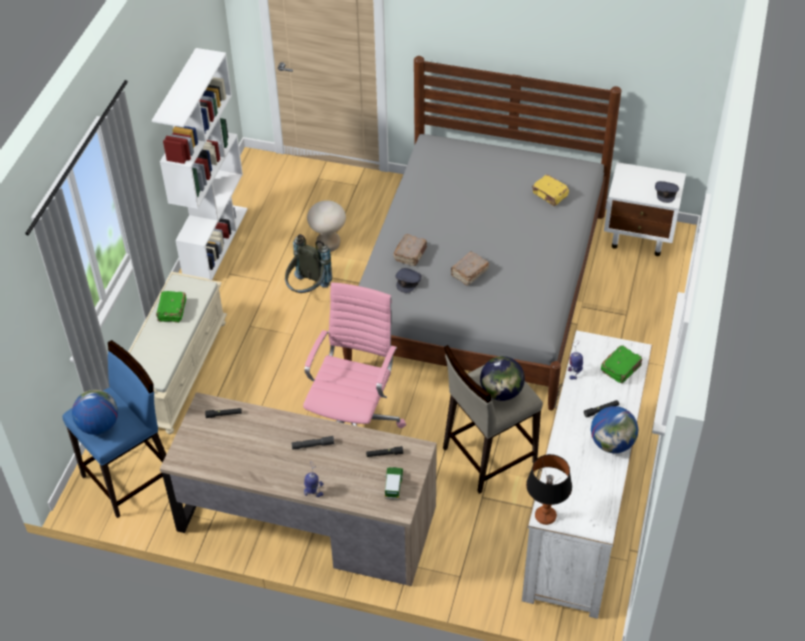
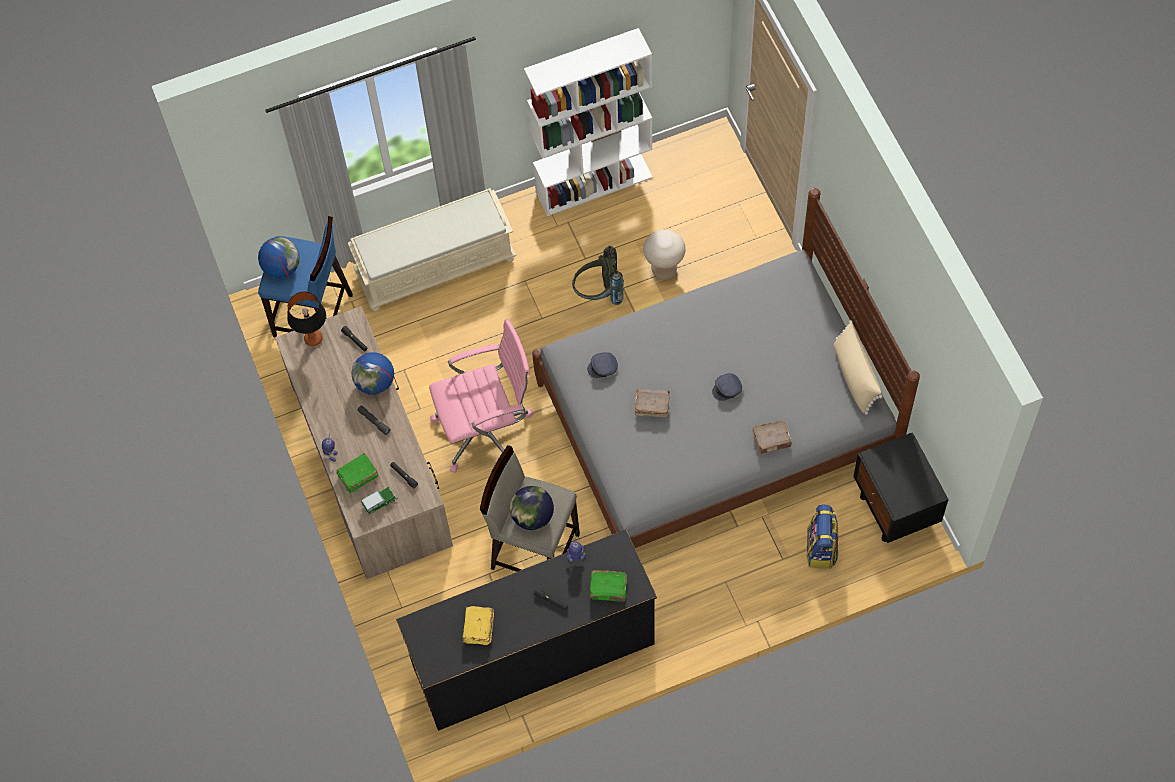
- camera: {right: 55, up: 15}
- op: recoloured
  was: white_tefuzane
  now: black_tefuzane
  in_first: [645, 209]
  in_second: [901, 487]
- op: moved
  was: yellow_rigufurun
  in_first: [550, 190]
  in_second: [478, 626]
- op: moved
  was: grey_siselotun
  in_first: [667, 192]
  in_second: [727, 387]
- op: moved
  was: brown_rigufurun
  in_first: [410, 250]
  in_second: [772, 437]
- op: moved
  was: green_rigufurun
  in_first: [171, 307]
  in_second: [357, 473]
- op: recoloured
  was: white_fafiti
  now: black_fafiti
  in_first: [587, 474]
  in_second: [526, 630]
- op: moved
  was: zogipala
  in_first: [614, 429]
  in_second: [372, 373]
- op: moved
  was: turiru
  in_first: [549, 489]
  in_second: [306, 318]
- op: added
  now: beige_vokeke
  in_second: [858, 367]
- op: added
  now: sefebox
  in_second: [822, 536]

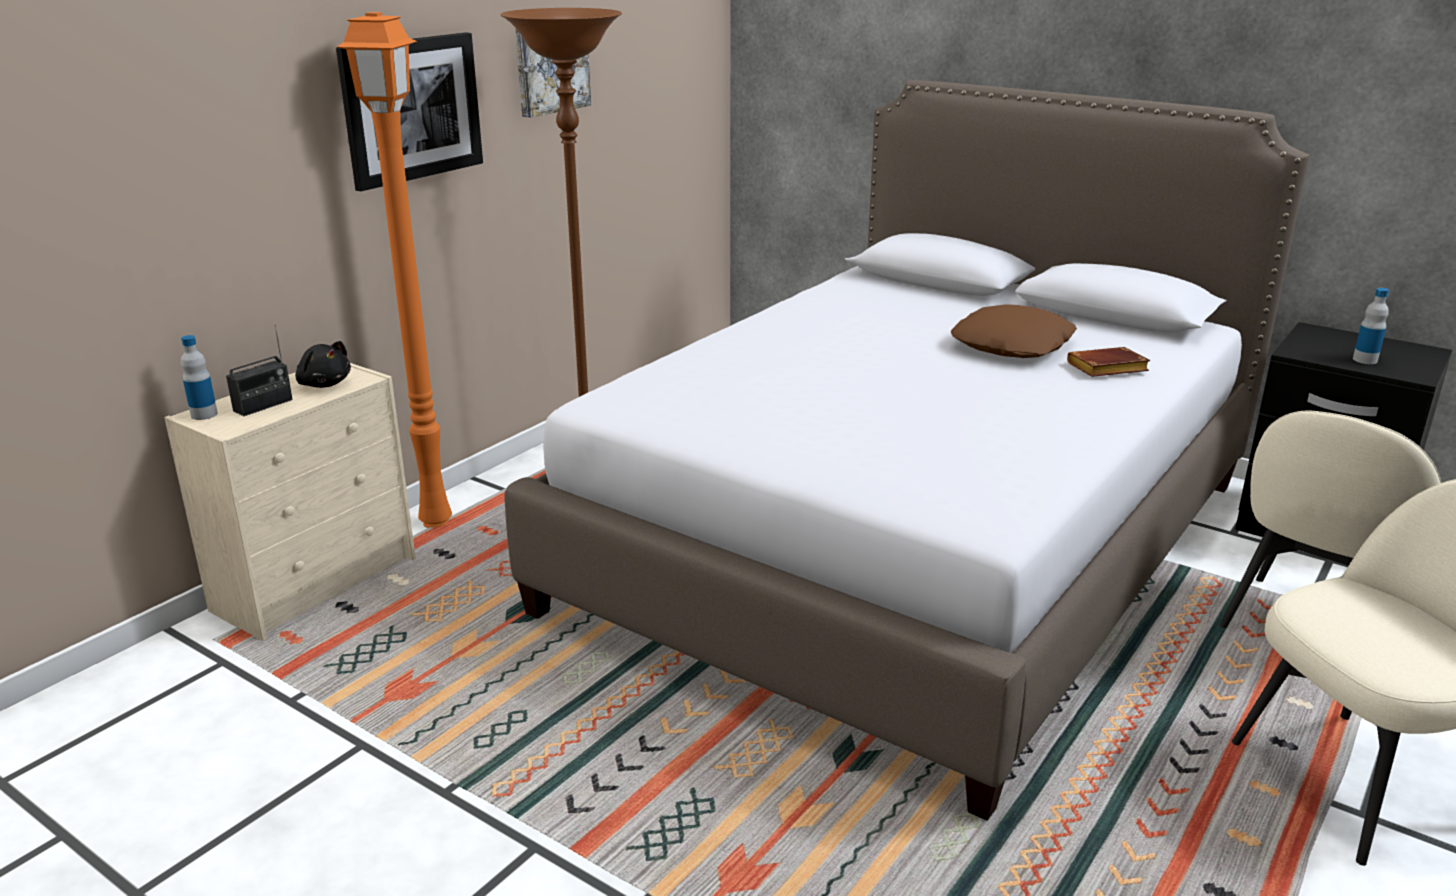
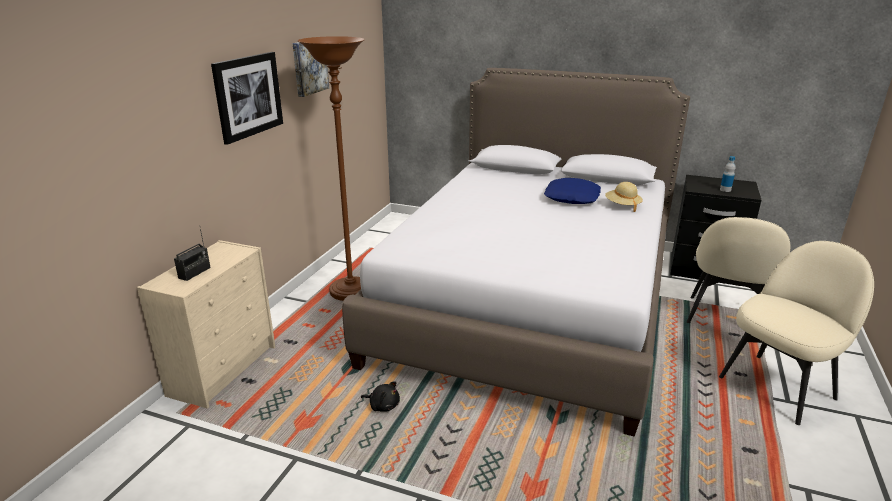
- camera: {right: -15, up: 0}
- op: removed
  was: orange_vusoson
  in_first: [394, 270]
- op: recoloured
  was: brown_vokeke
  now: blue_vokeke
  in_first: [1014, 331]
  in_second: [572, 191]
- op: removed
  was: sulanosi
  in_first: [199, 377]
- op: moved
  was: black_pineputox
  in_first: [323, 364]
  in_second: [380, 396]
- op: replaced
  was: brown_rigufurun
  now: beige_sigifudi
  in_first: [1108, 362]
  in_second: [624, 197]

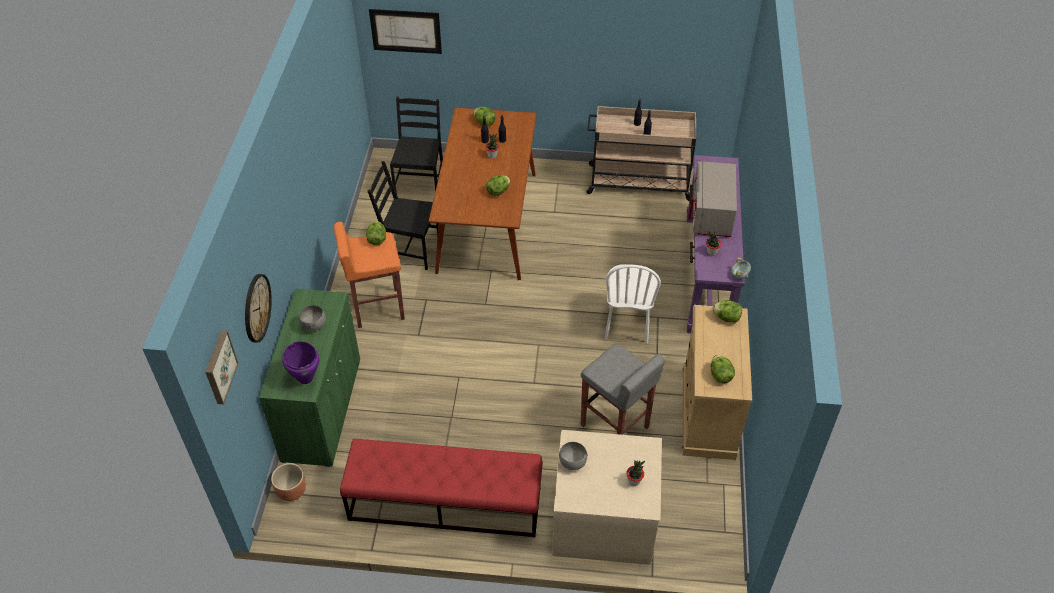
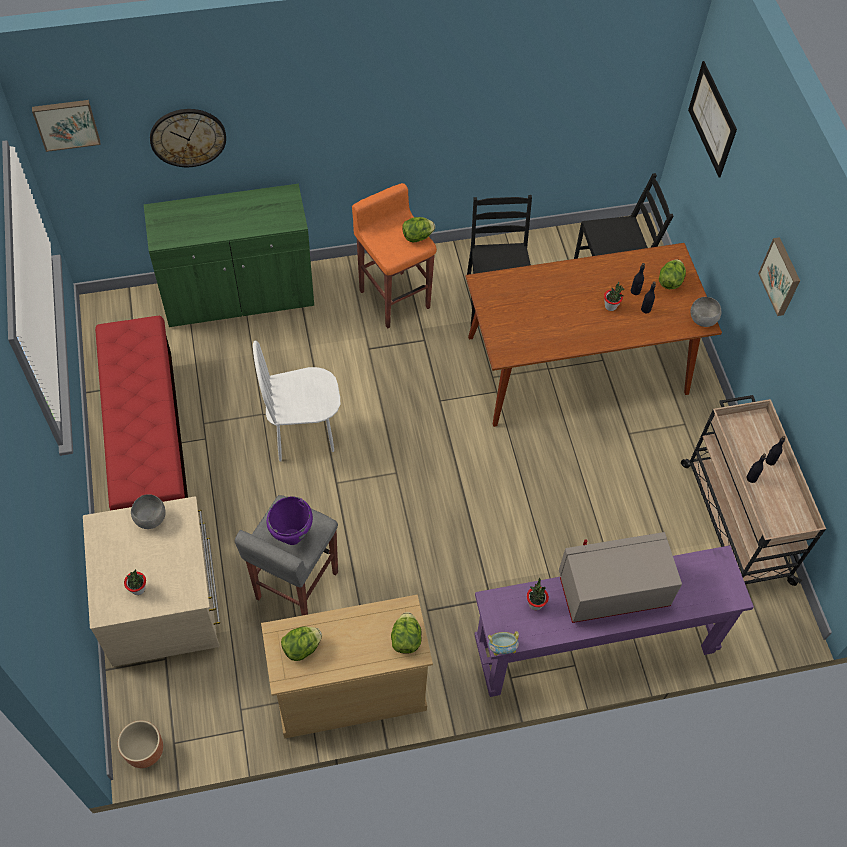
- camera: {right: 70, up: 10}
- op: removed
  was: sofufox
  in_first: [498, 185]
- op: moved
  was: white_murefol
  in_first: [633, 304]
  in_second: [296, 401]
- op: moved
  was: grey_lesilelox
  in_first: [312, 318]
  in_second: [706, 312]
- op: moved
  was: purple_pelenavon
  in_first: [300, 362]
  in_second: [290, 520]
- op: moved
  was: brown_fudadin
  in_first: [288, 482]
  in_second: [140, 744]
- op: added
  now: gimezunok
  in_second: [779, 276]

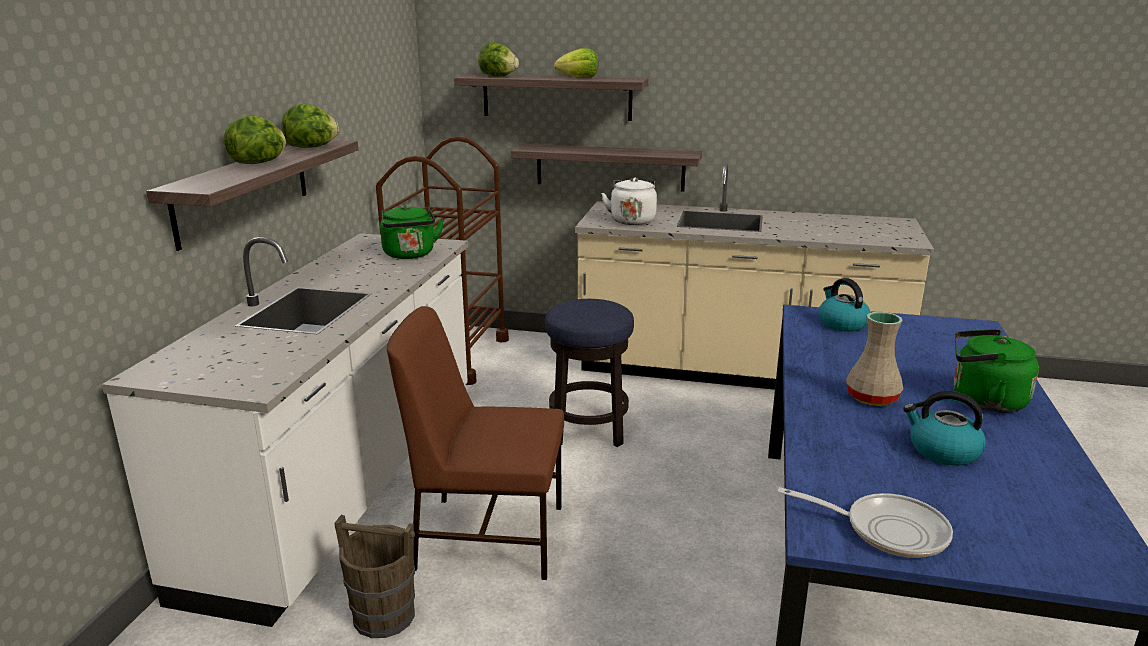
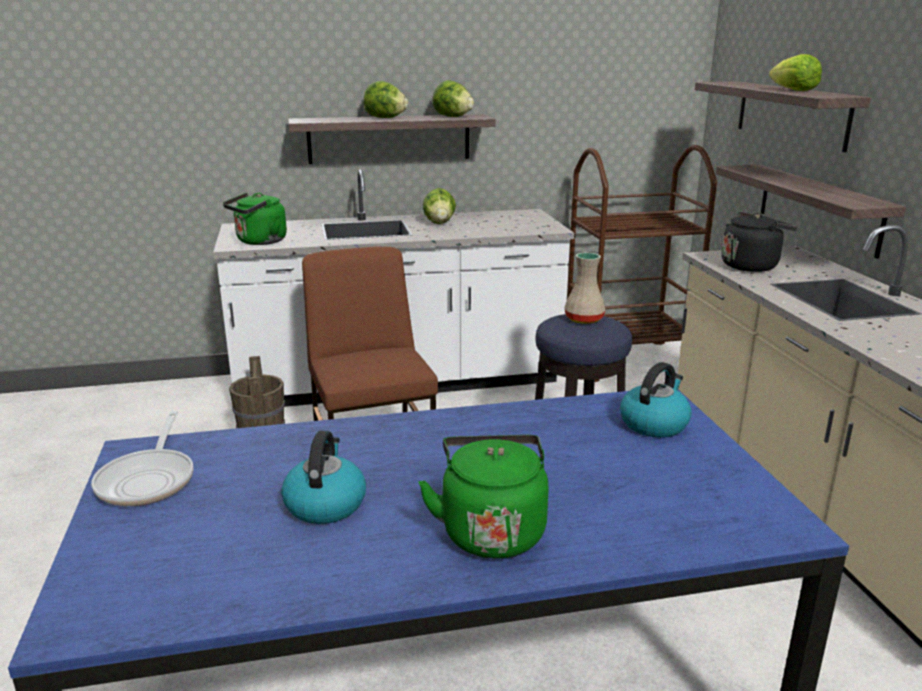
- camera: {right: 65, up: 0}
- op: moved
  was: sofufox
  in_first: [498, 59]
  in_second: [439, 206]
- op: recoloured
  was: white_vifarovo
  now: black_vifarovo
  in_first: [629, 201]
  in_second: [760, 242]
- op: moved
  was: green_vifarovo
  in_first: [412, 232]
  in_second: [255, 219]
- op: moved
  was: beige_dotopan
  in_first: [874, 359]
  in_second: [584, 288]

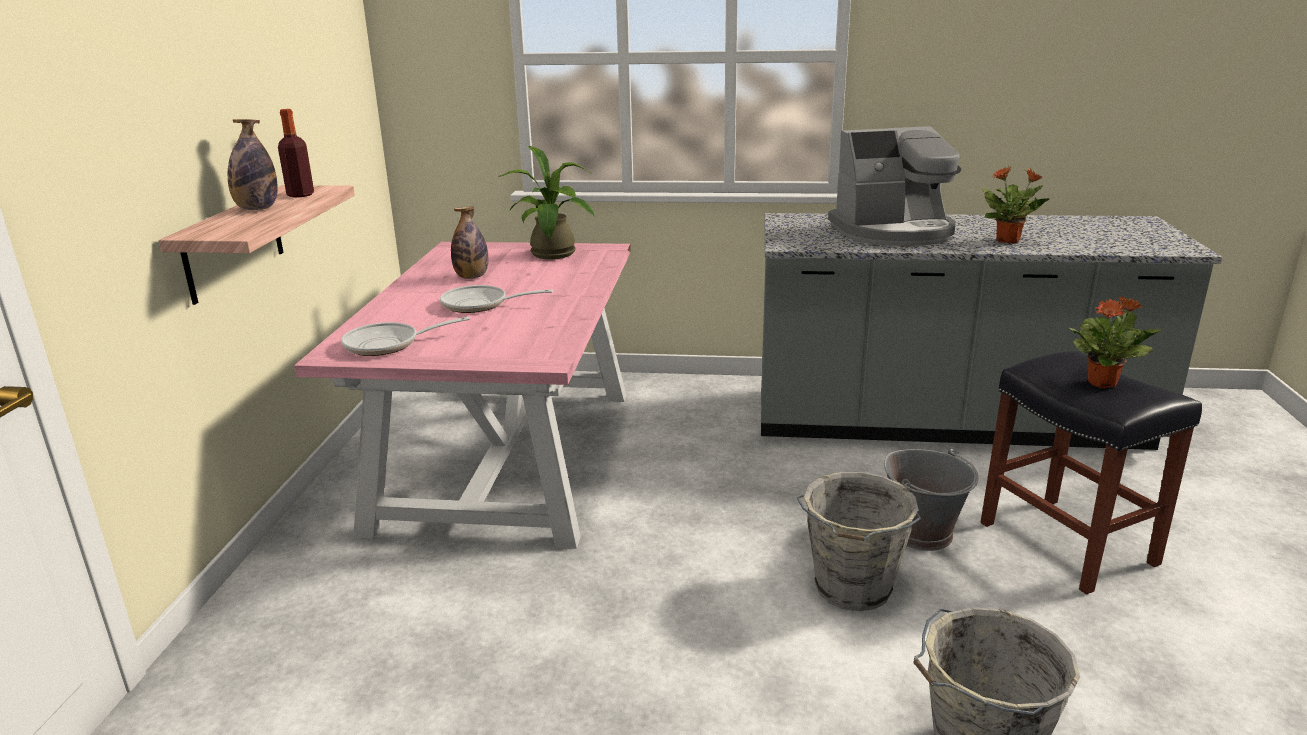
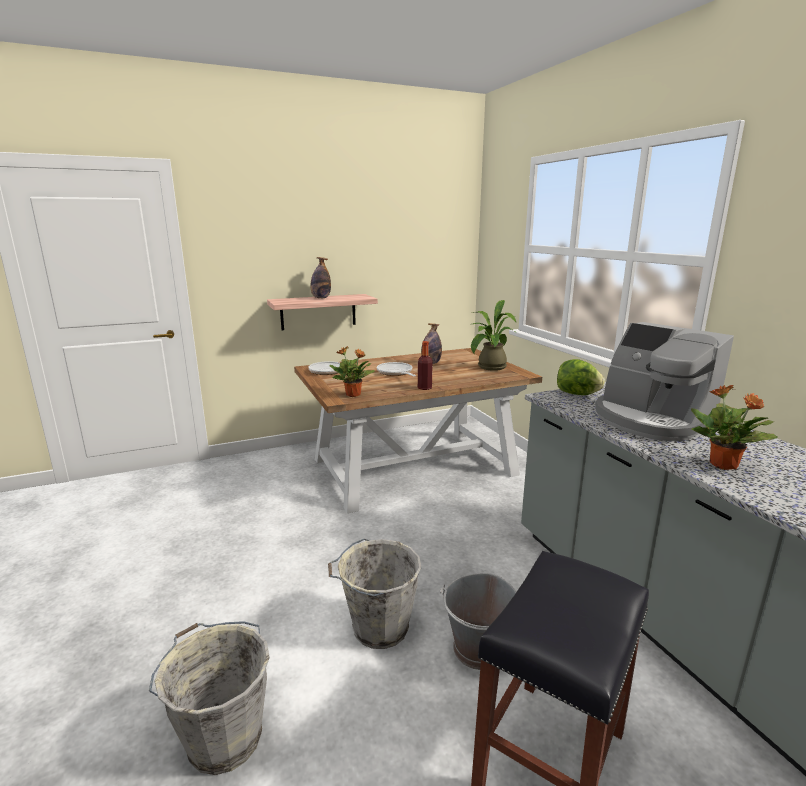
- camera: {right: 60, up: -5}
- op: moved
  was: sulanosi
  in_first: [296, 153]
  in_second: [425, 365]
- op: recoloured
  was: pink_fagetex
  now: brown_fagetex
  in_first: [462, 395]
  in_second: [418, 431]
- op: moved
  was: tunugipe
  in_first: [1115, 342]
  in_second: [352, 371]
- op: added
  now: sofufox
  in_second: [581, 377]

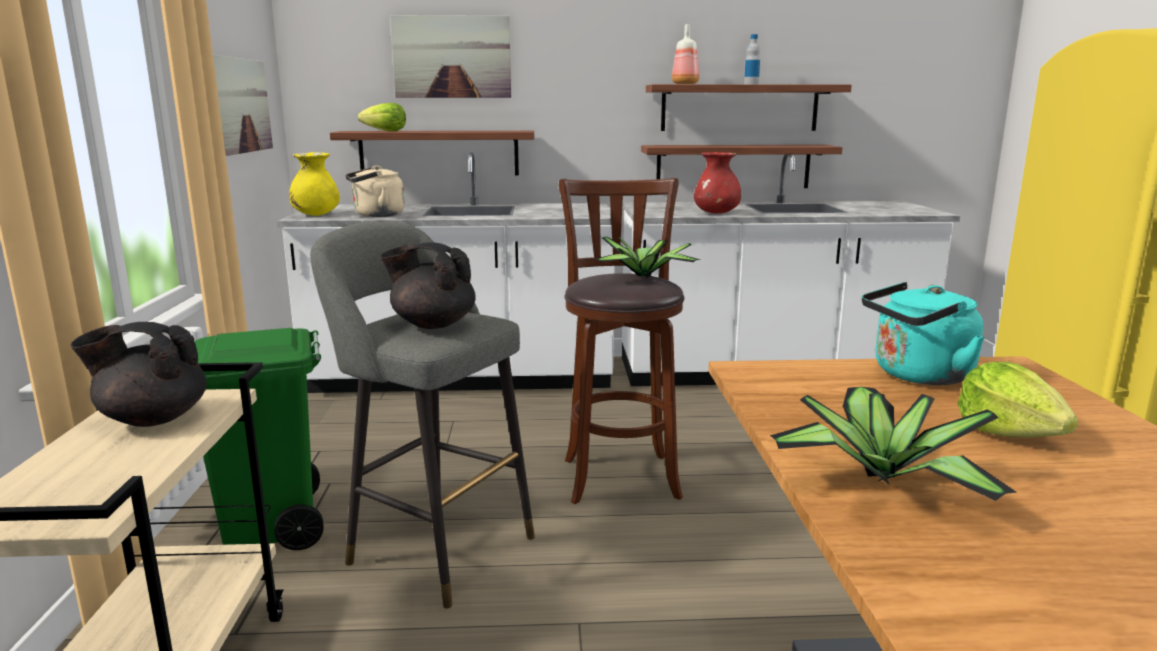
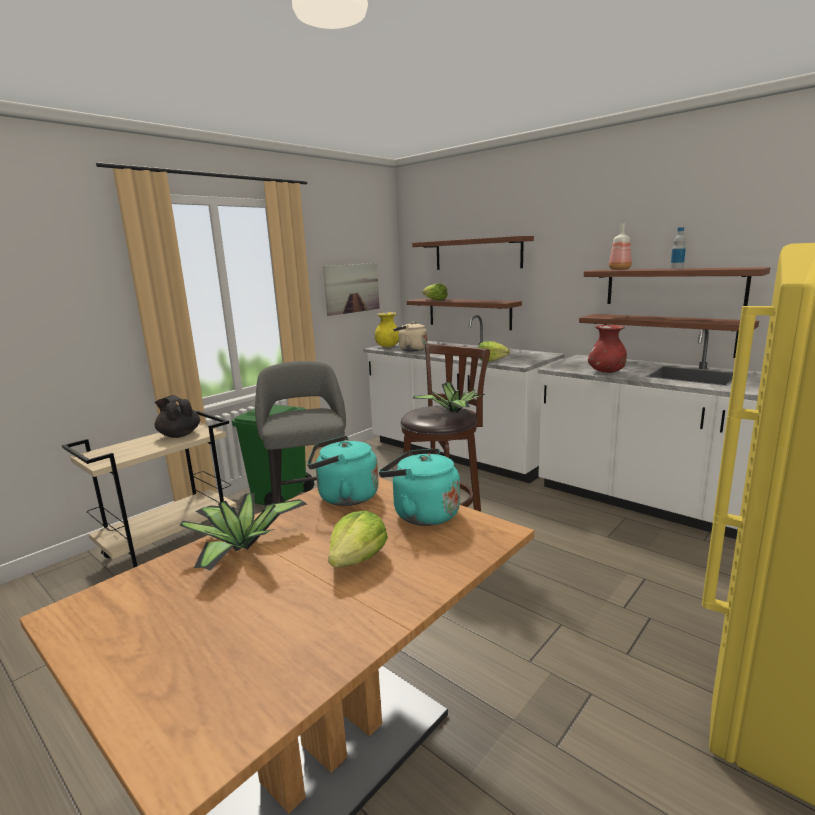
- camera: {right: 45, up: 0}
- op: replaced
  was: gimezunok
  now: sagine
  in_first: [450, 56]
  in_second: [473, 253]
- op: removed
  was: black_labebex
  in_first: [428, 285]
- op: added
  now: sofufox
  in_second: [494, 351]
- op: added
  now: turquoise_vifarovo
  in_second: [343, 471]

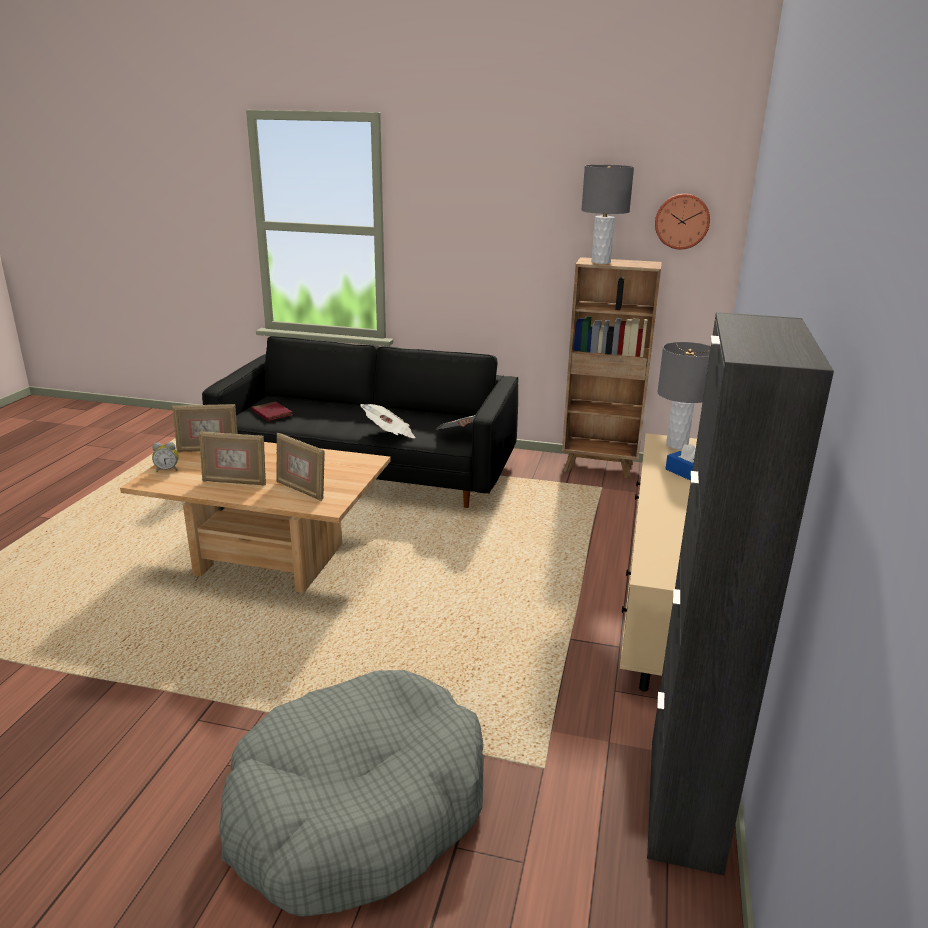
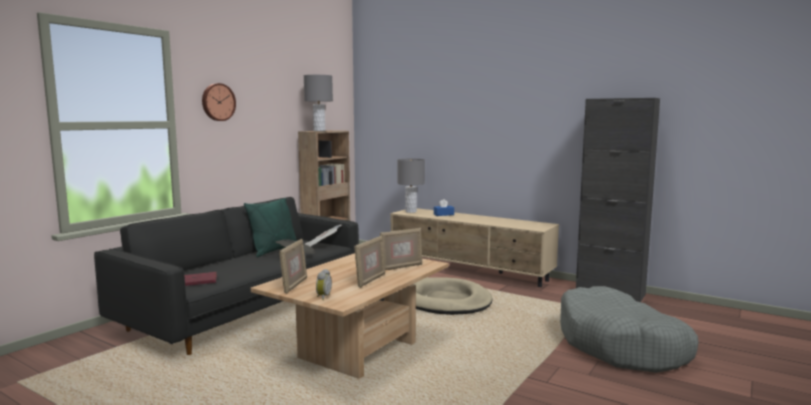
- camera: {right: -70, up: -15}
- op: moved
  was: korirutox
  in_first: [682, 221]
  in_second: [219, 102]
- op: added
  now: green_vokeke
  in_second: [270, 227]
- op: added
  now: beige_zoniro
  in_second: [453, 296]

